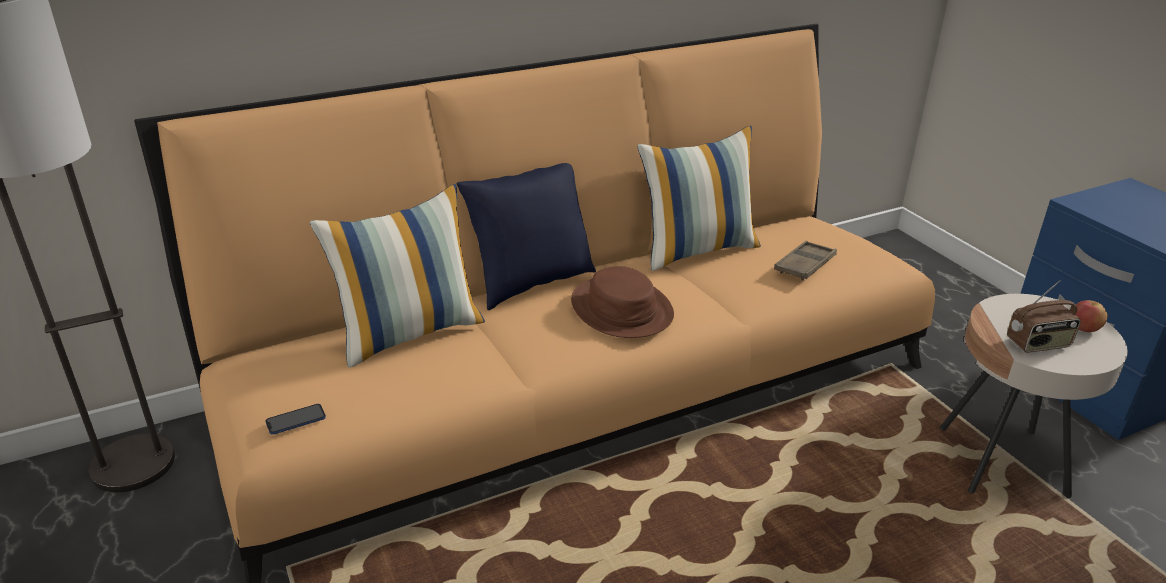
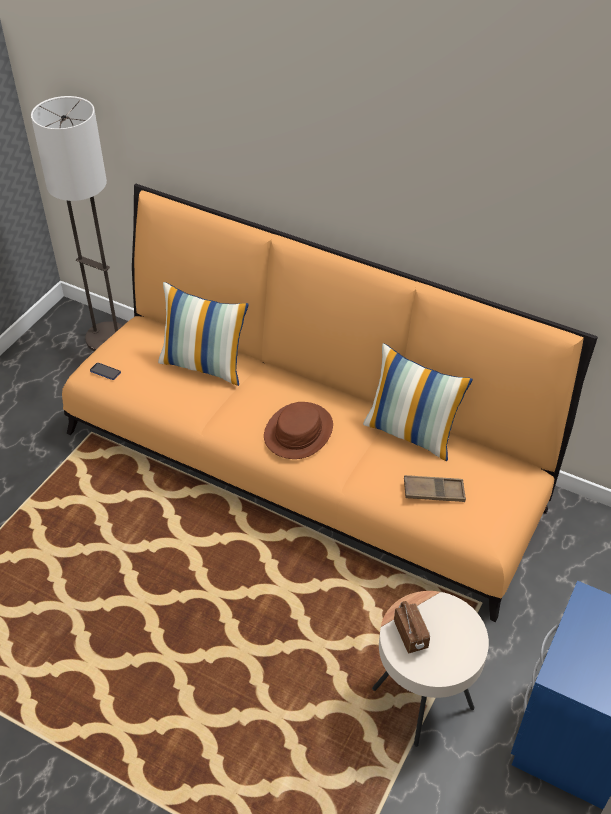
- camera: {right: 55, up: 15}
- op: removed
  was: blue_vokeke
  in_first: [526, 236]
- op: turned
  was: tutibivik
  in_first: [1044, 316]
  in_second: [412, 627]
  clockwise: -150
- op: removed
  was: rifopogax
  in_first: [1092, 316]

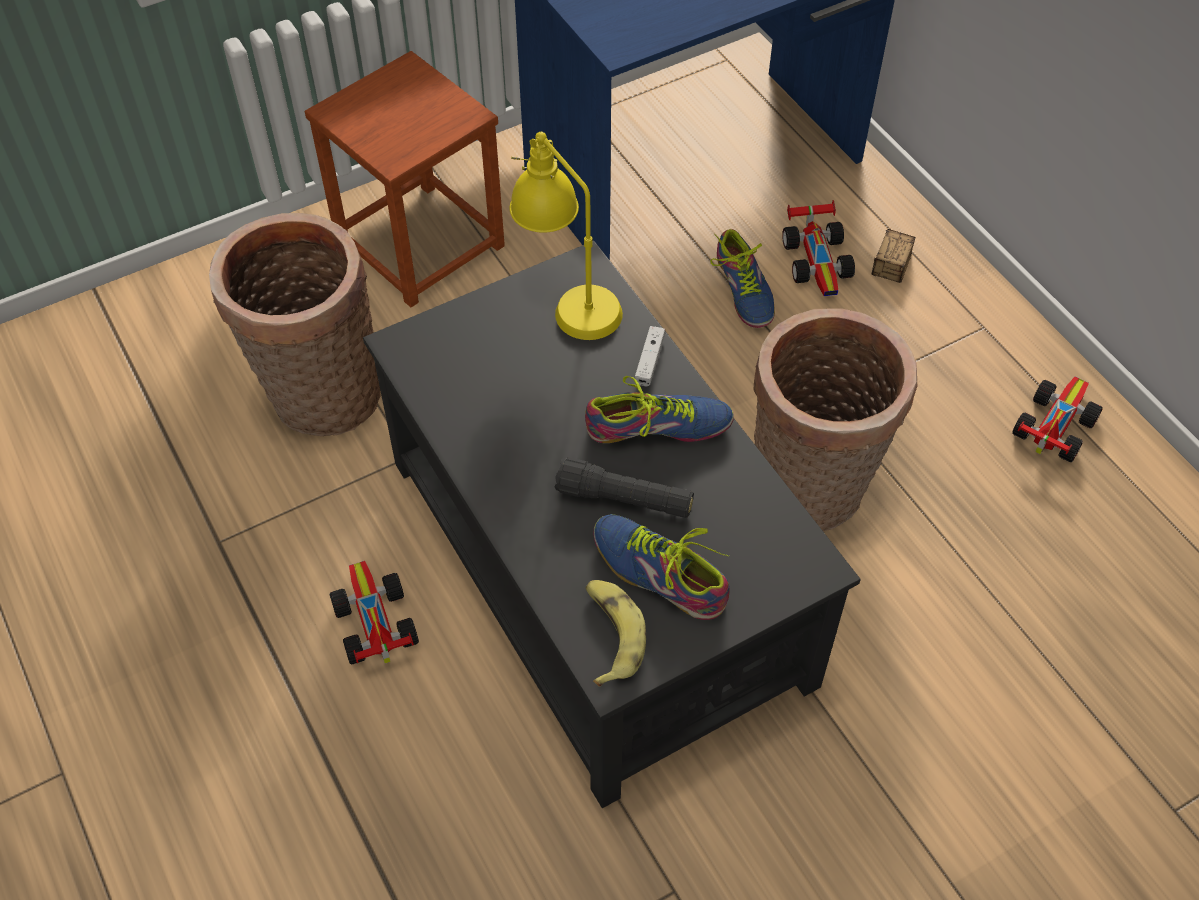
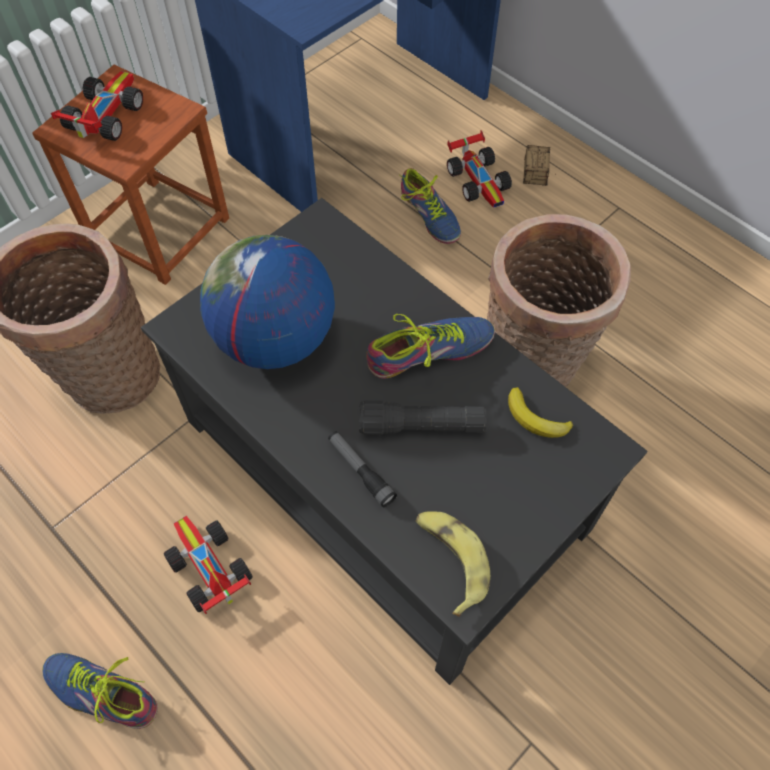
- camera: {right: -15, up: 5}
- op: removed
  was: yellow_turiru
  in_first: [566, 236]
- op: removed
  was: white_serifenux
  in_first: [650, 356]
- op: moved
  was: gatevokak
  in_first: [1057, 419]
  in_second: [97, 106]
- op: moved
  was: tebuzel
  in_first: [661, 567]
  in_second: [100, 691]
- op: added
  now: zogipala
  in_second: [267, 302]
- op: added
  now: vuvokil
  in_second: [540, 412]
- op: added
  now: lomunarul
  in_second: [362, 469]

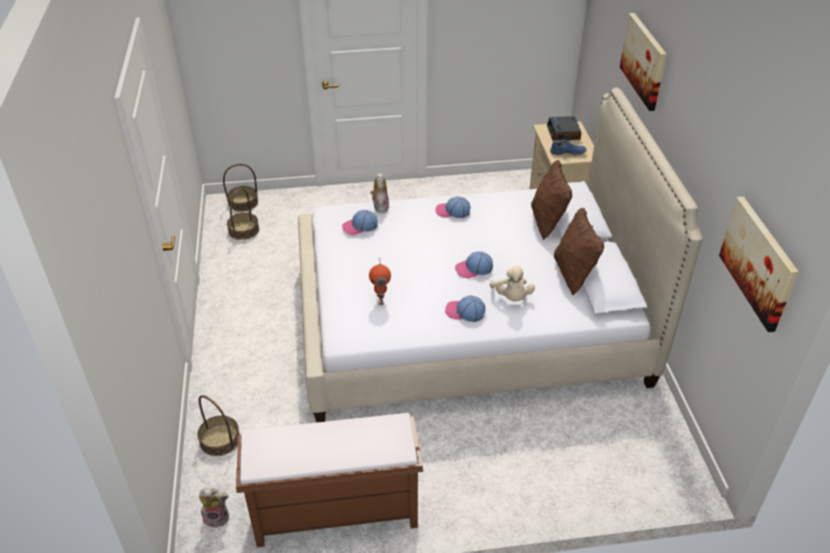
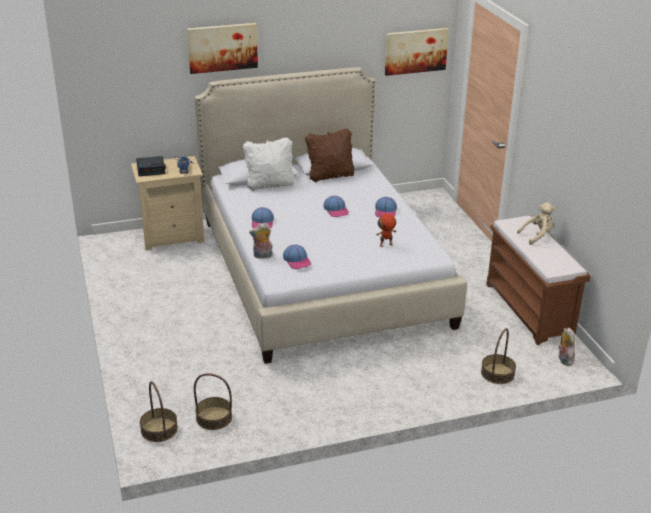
- camera: {right: -100, up: -10}
- op: recoloured
  was: brown_vokeke
  now: white_vokeke
  in_first: [551, 200]
  in_second: [269, 164]
- op: moved
  was: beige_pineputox
  in_first: [512, 283]
  in_second: [536, 224]

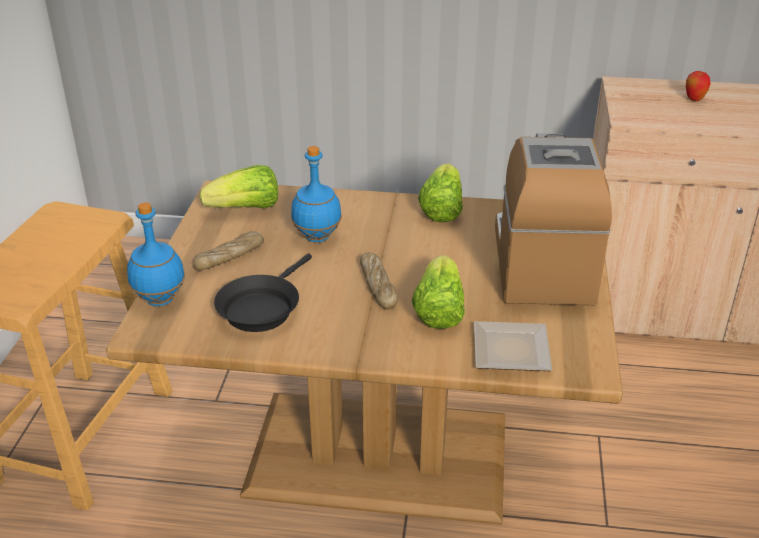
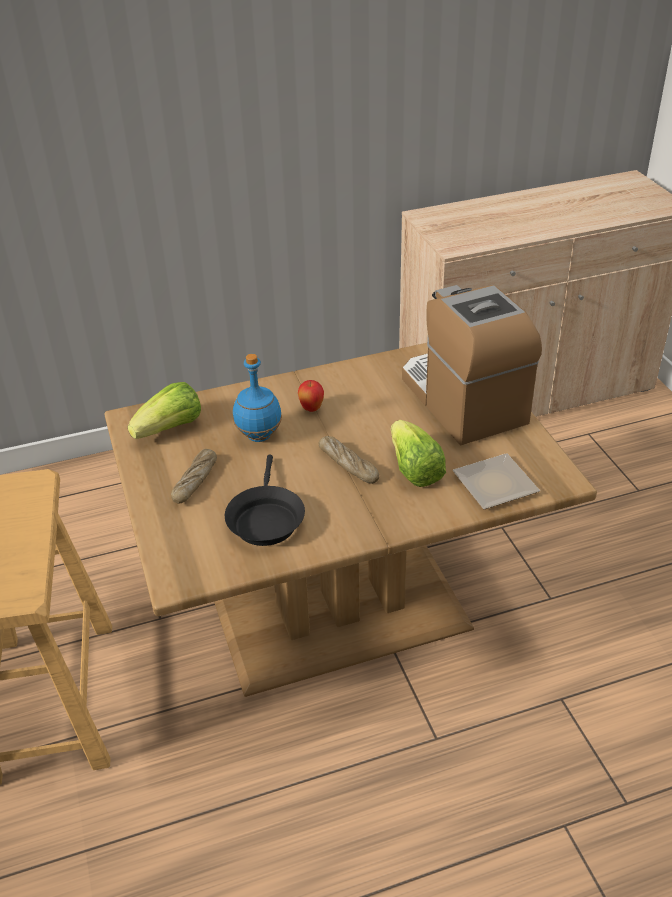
- camera: {right: -25, up: 5}
- op: moved
  was: rifopogax
  in_first: [698, 86]
  in_second: [311, 396]
- op: removed
  was: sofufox
  in_first: [440, 192]
- op: removed
  was: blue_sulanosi
  in_first: [156, 254]

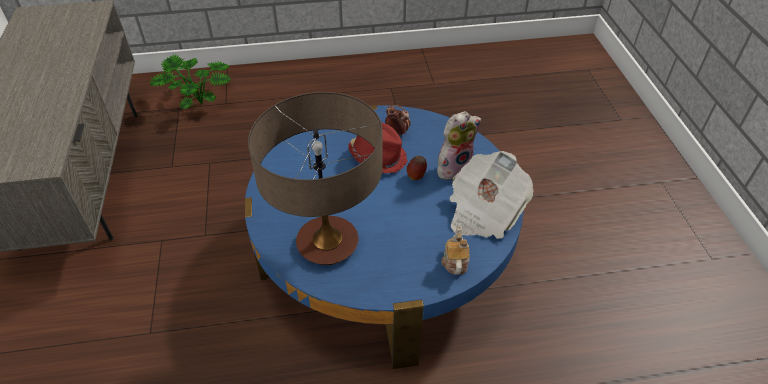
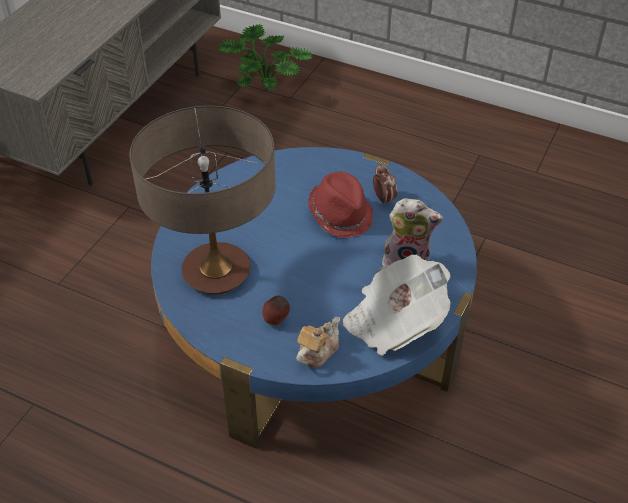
- camera: {right: 35, up: 0}
- op: moved
  was: rifopogax
  in_first: [417, 168]
  in_second: [276, 310]

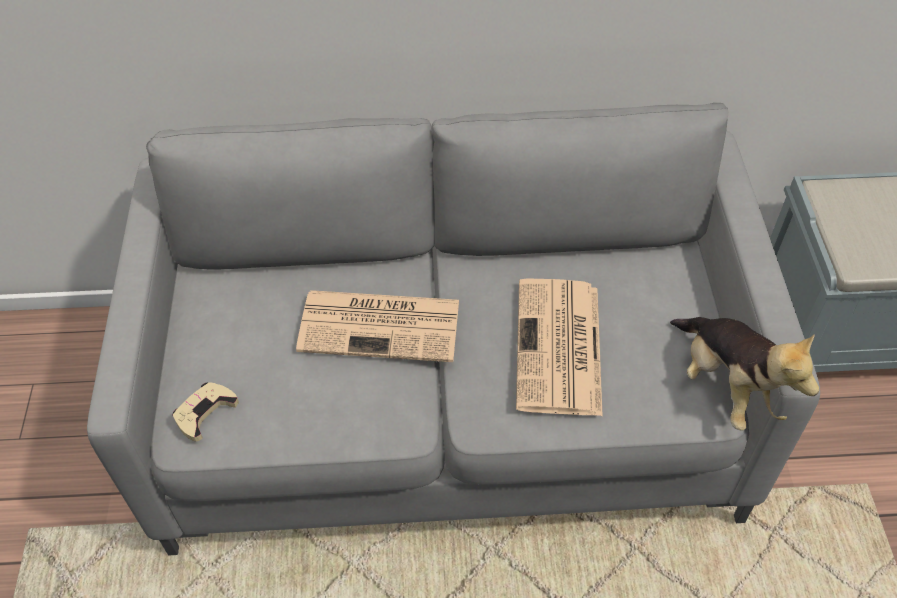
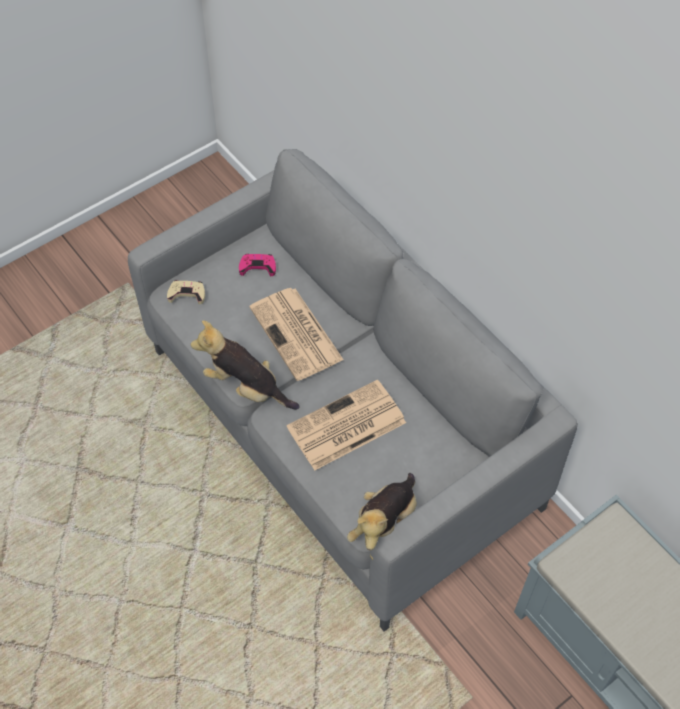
- camera: {right: 55, up: 5}
- op: added
  now: pink_serifenux
  in_second: [257, 265]
- op: added
  now: pineputox
  in_second: [245, 364]

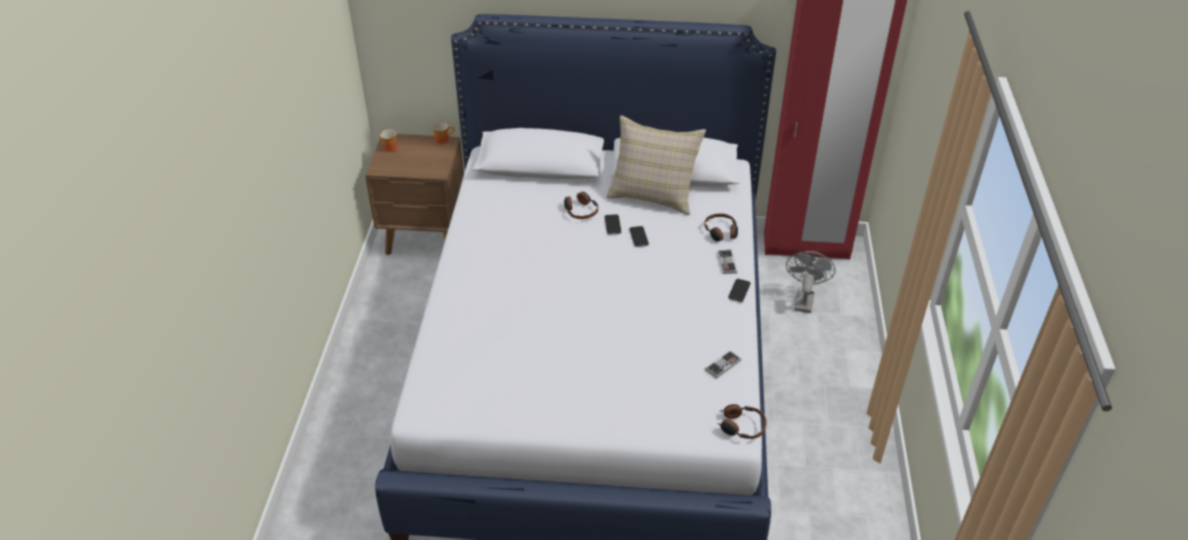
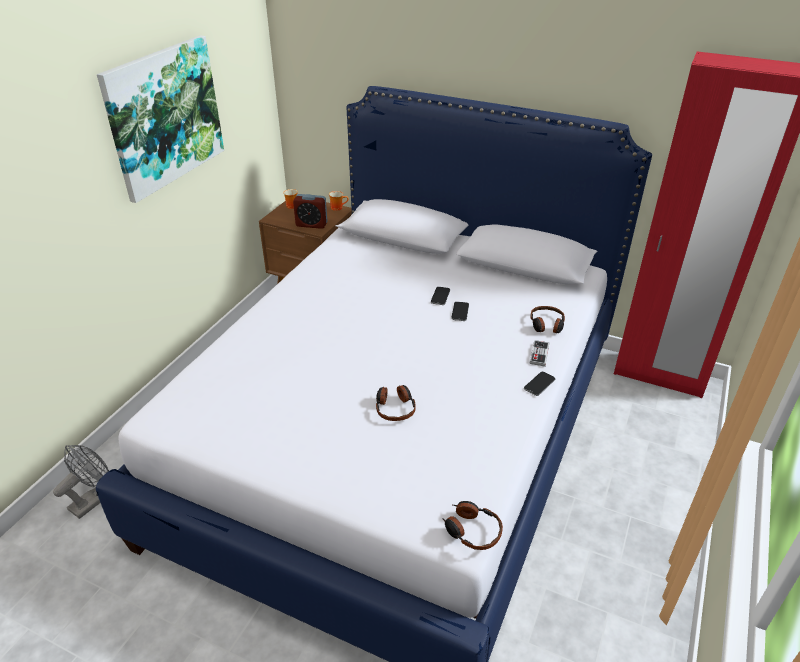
- camera: {right: 20, up: -5}
- op: removed
  was: beige_vokeke
  in_first: [656, 165]
- op: moved
  was: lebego
  in_first: [581, 205]
  in_second: [396, 403]
- op: moved
  was: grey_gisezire
  in_first: [811, 282]
  in_second: [81, 482]
- op: removed
  was: serifenux
  in_first: [723, 364]
- op: added
  now: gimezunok
  in_second: [160, 119]
- op: added
  now: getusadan
  in_second: [310, 211]

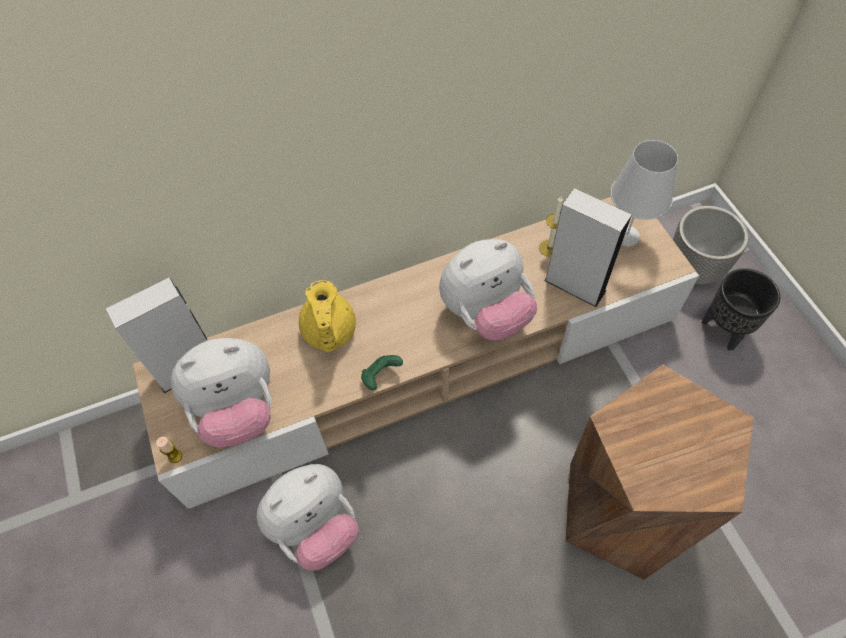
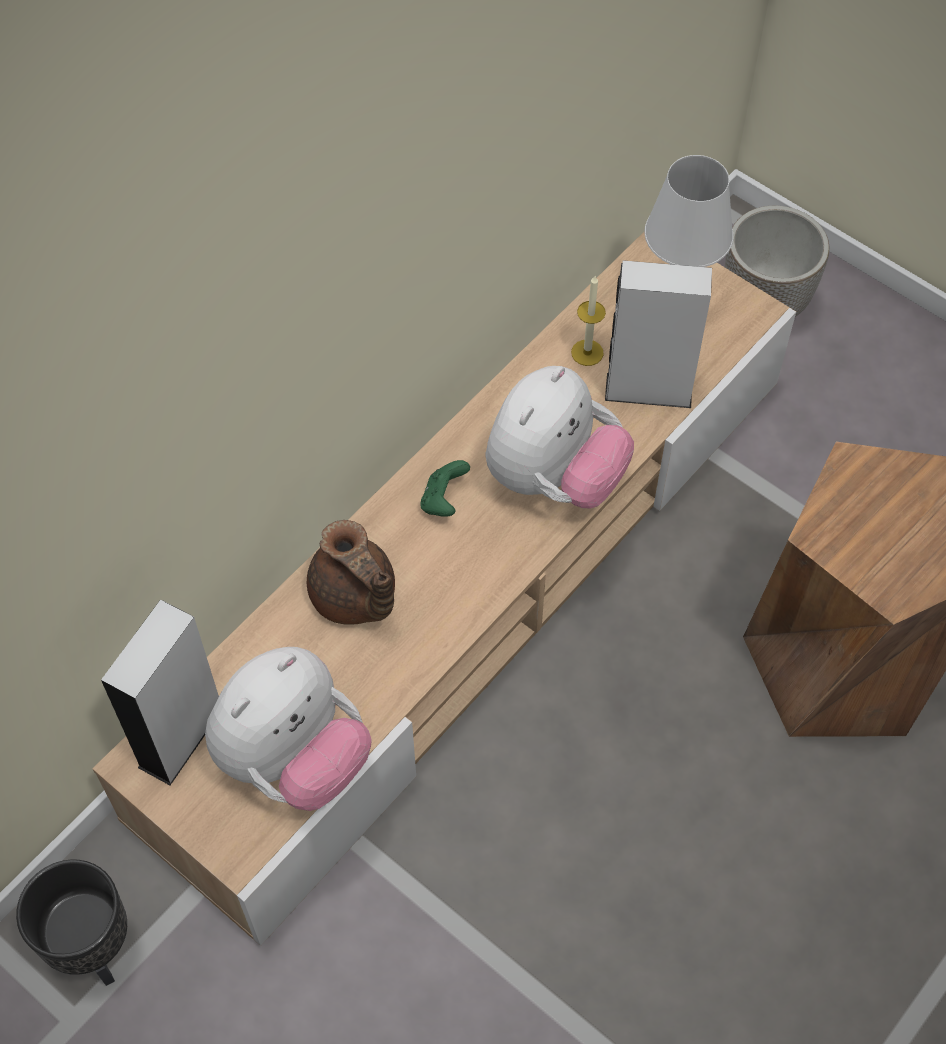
- camera: {right: -30, up: 0}
- op: moved
  was: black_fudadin
  in_first: [741, 309]
  in_second: [71, 922]
- op: recoloured
  was: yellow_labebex
  now: brown_labebex
  in_first: [327, 316]
  in_second: [351, 572]
- op: moved
  was: green_serifenux
  in_first: [382, 372]
  in_second: [445, 488]
- op: removed
  was: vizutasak
  in_first: [169, 450]
- op: removed
  was: pineputox
  in_first: [308, 517]

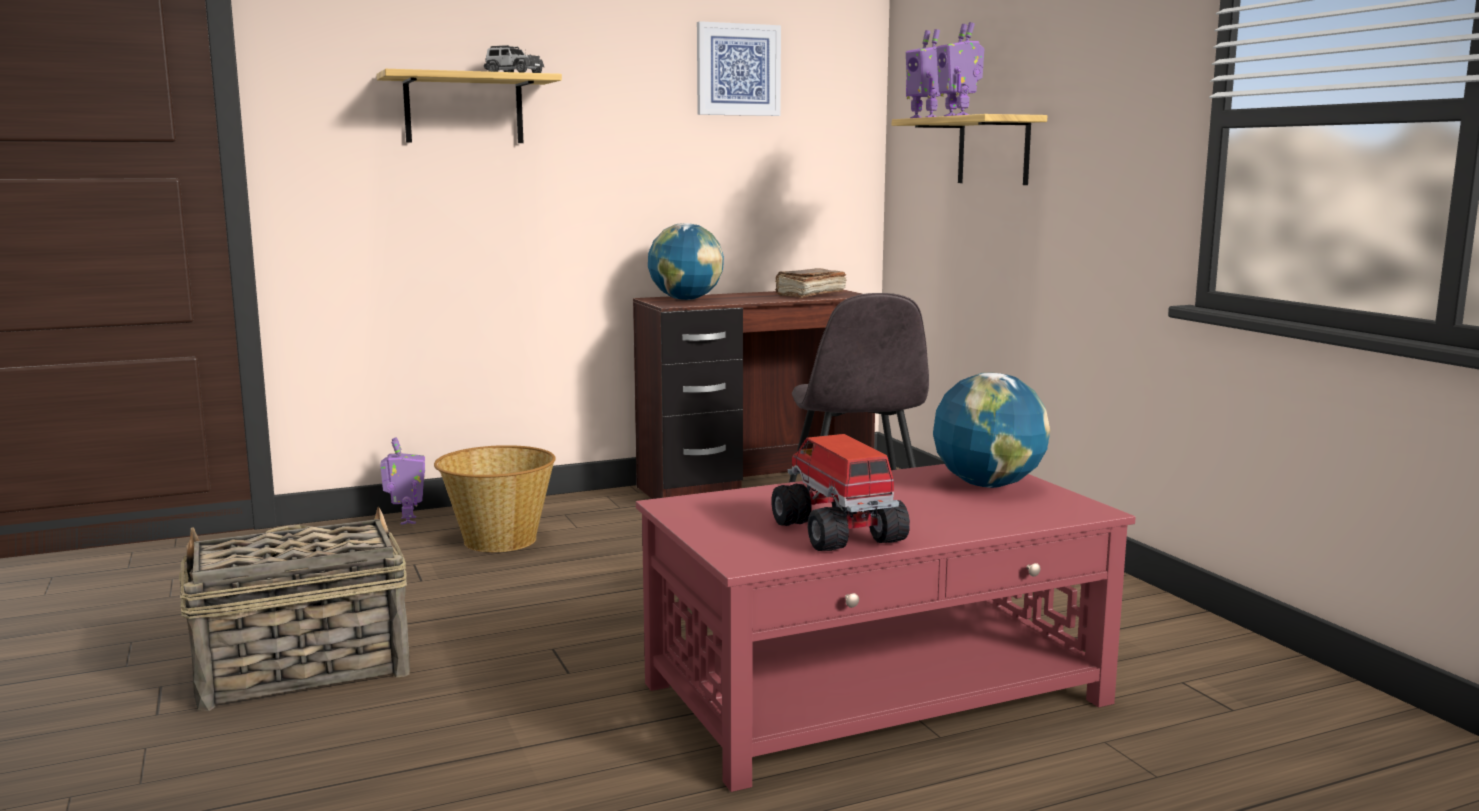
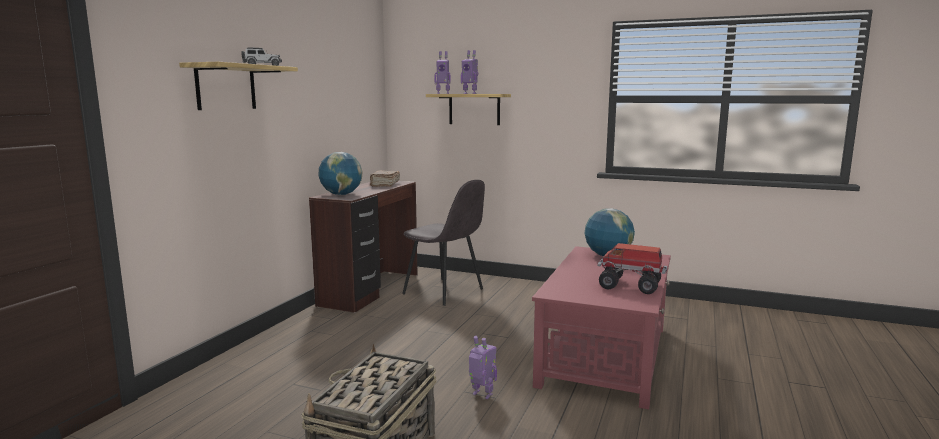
- camera: {right: -45, up: 0}
- op: removed
  was: gimezunok
  in_first: [739, 68]
- op: moved
  was: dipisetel
  in_first: [402, 481]
  in_second: [483, 367]
- op: removed
  was: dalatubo
  in_first: [495, 498]

